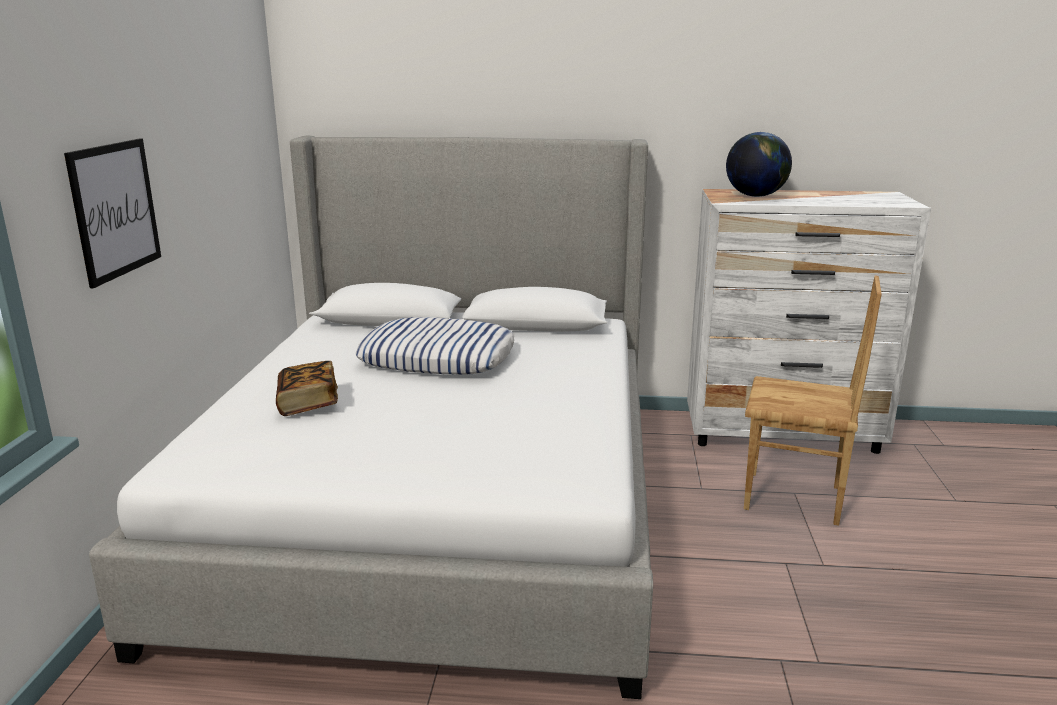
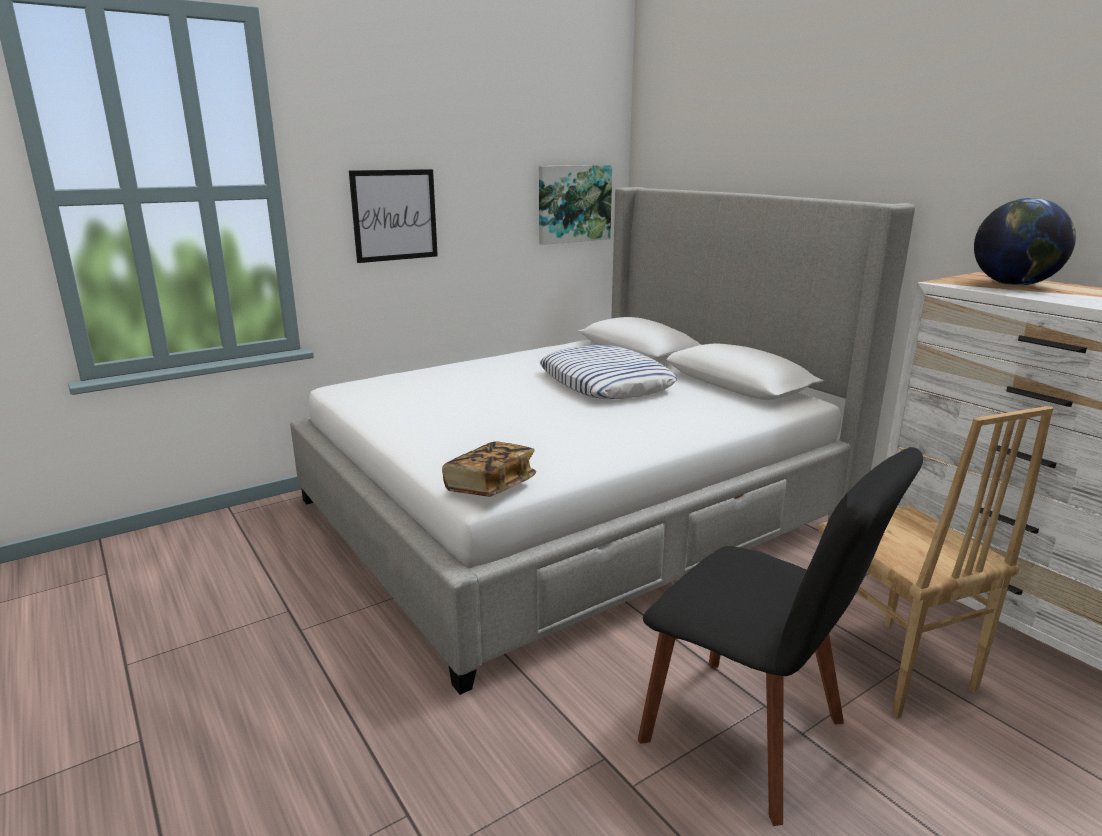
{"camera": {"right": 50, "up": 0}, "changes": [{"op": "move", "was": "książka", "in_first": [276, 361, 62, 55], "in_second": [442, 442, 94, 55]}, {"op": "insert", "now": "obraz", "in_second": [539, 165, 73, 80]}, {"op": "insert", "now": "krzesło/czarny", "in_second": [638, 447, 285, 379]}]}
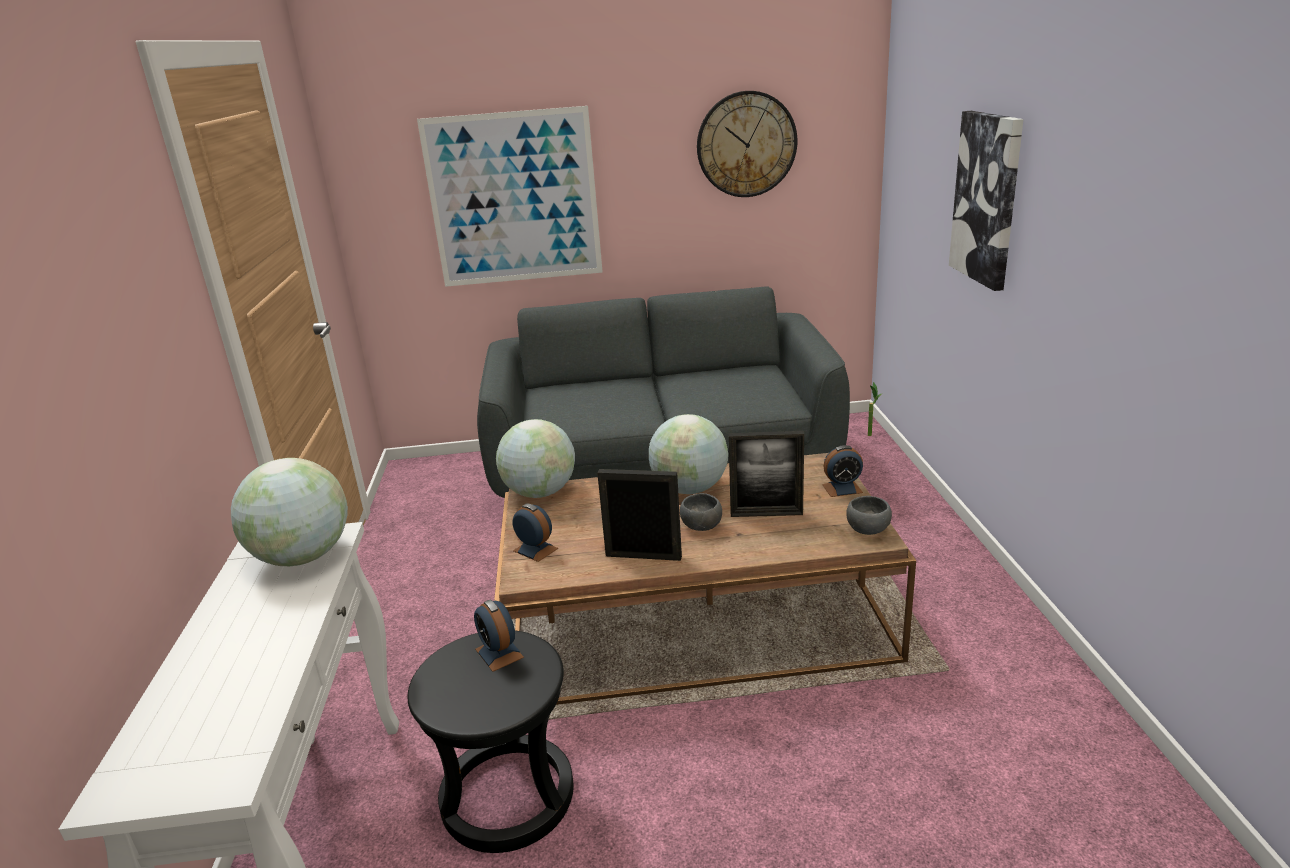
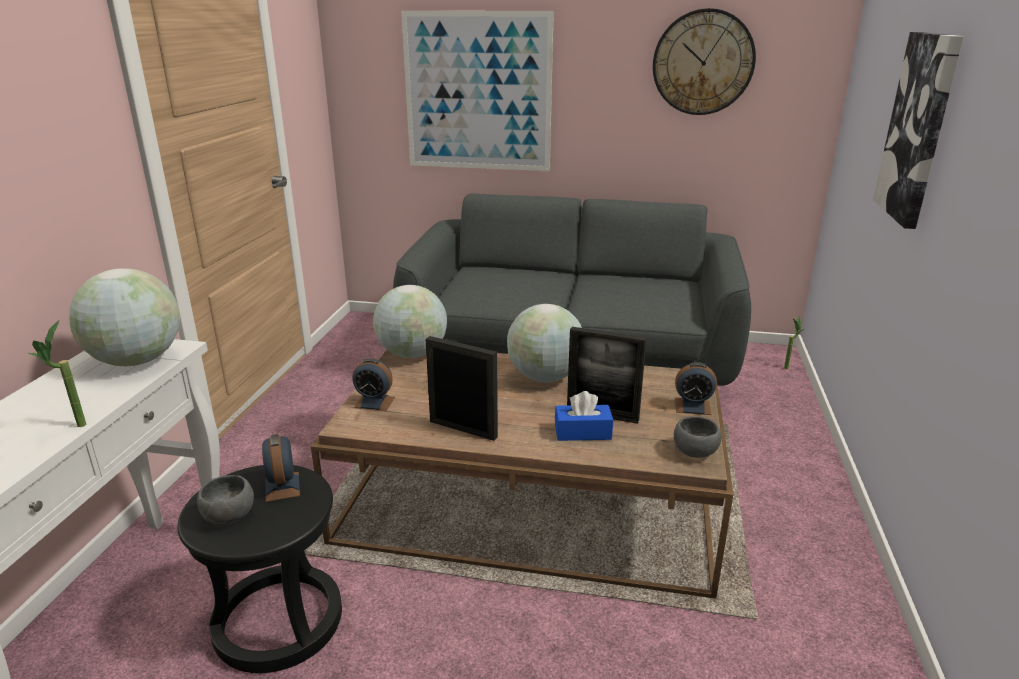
{"camera": {"right": 15, "up": 0}, "changes": [{"op": "rotate", "was": "budzik", "in_first": [512, 504, 46, 58], "in_second": [353, 358, 42, 53], "clockwise": 135}, {"op": "move", "was": "miska/szary", "in_first": [680, 493, 42, 38], "in_second": [197, 475, 57, 50]}, {"op": "insert", "now": "roślina doniczkowa", "in_second": [29, 320, 58, 107]}, {"op": "insert", "now": "pudełko chusteczek/niebieski", "in_second": [555, 391, 58, 50]}]}
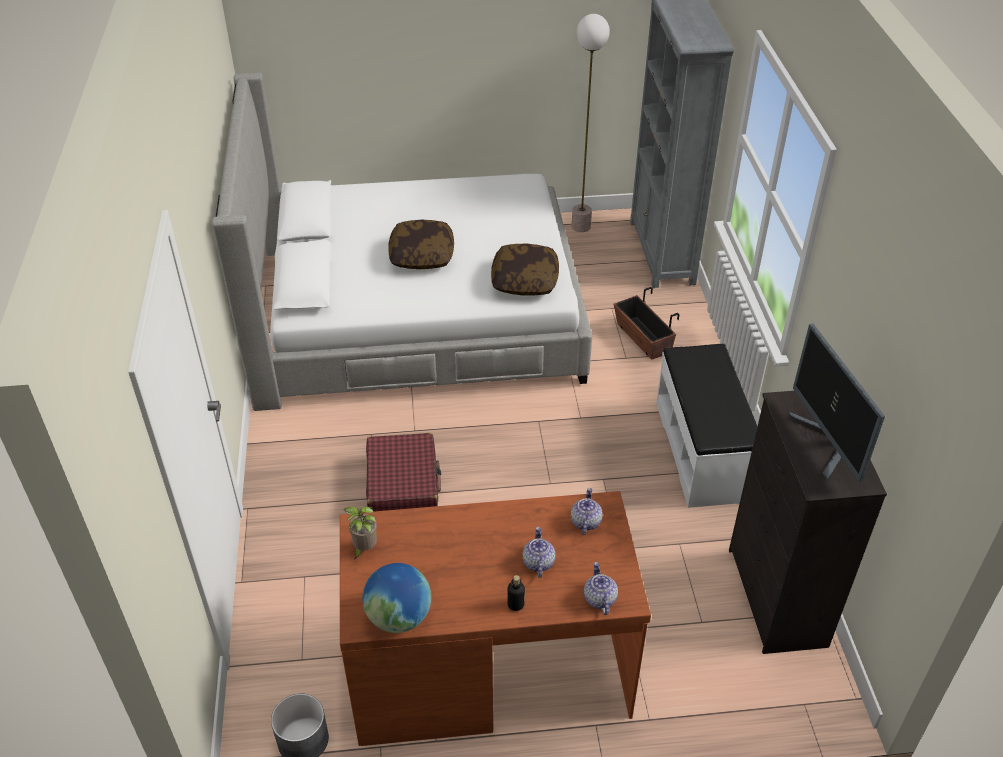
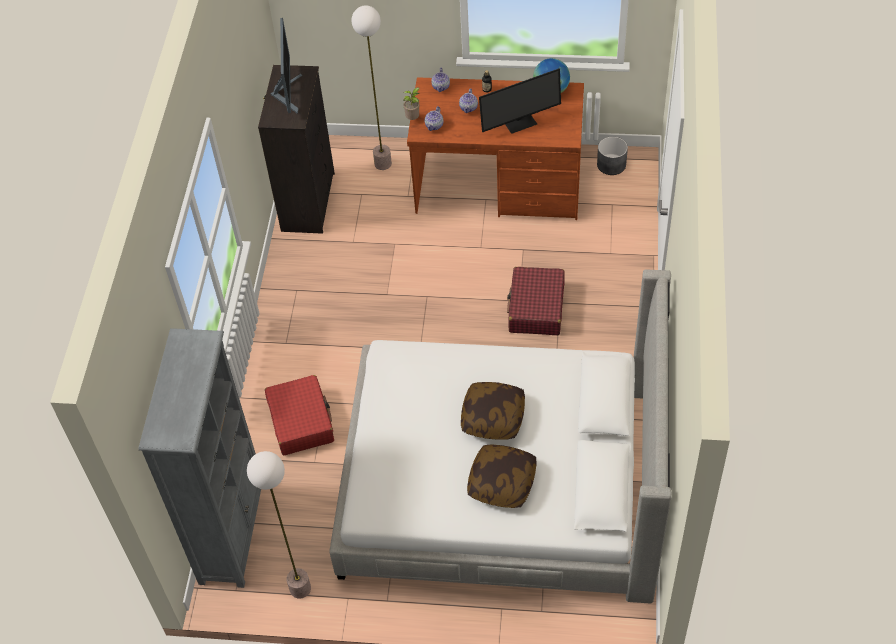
{"camera": {"right": -165, "up": 10}, "changes": [{"op": "move", "was": "roślina doniczkowa", "in_first": [343, 506, 34, 53], "in_second": [403, 87, 17, 33]}, {"op": "move", "was": "poduszka", "in_first": [491, 244, 68, 52], "in_second": [467, 444, 70, 64]}, {"op": "replace", "was": "donica", "now": "walizka/czerwony", "in_first": [613, 287, 66, 73], "in_second": [265, 375, 69, 80]}, {"op": "delete", "was": "ławka/biały", "in_first": [656, 344, 101, 164]}, {"op": "insert", "now": "lampa stojąca", "in_second": [352, 5, 40, 165]}, {"op": "insert", "now": "monitor", "in_second": [479, 68, 82, 66]}]}
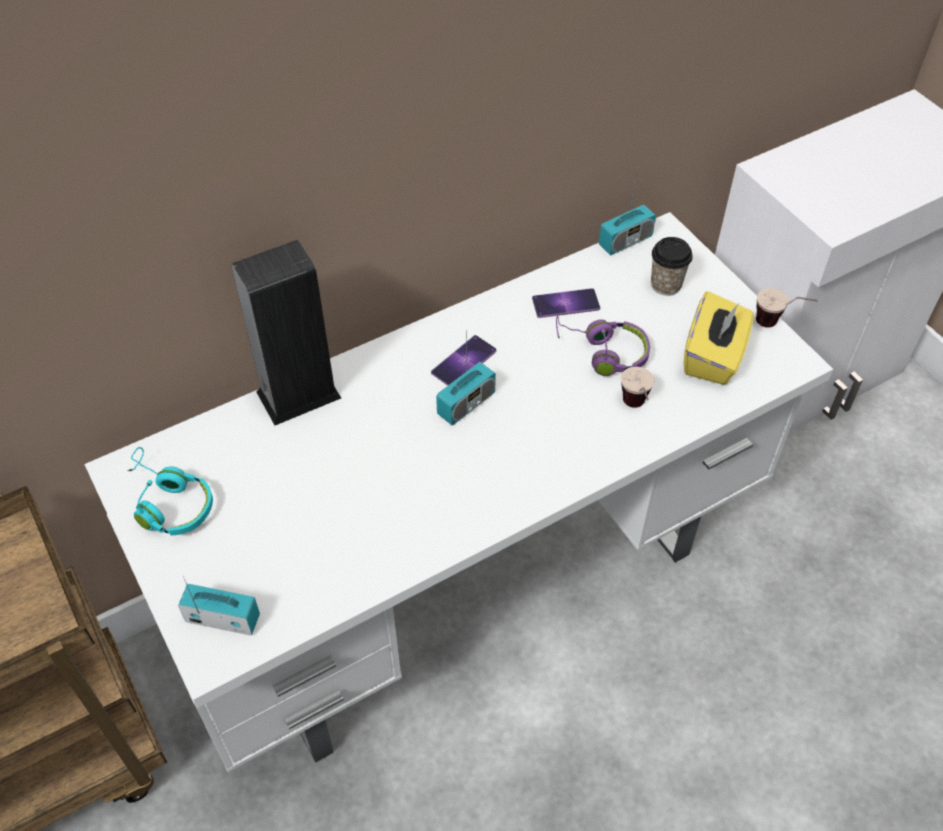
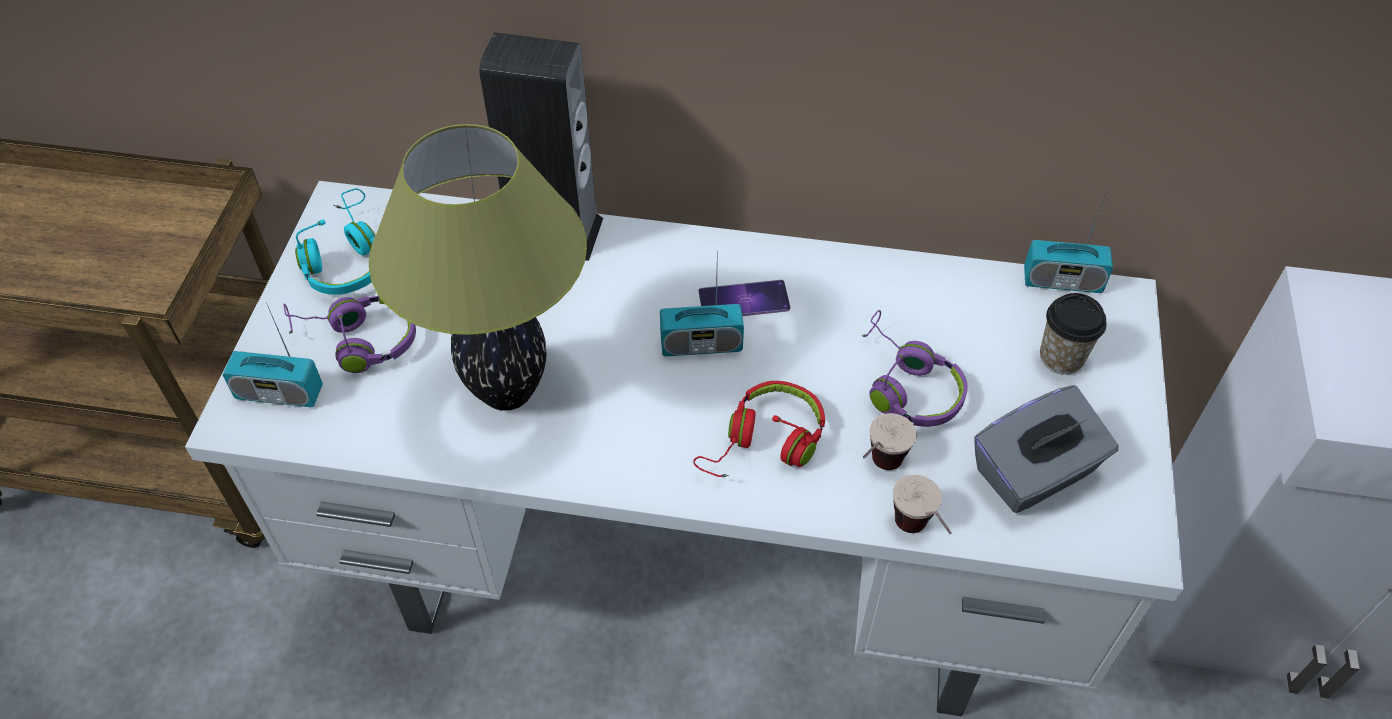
{"camera": {"right": 40, "up": 0}, "changes": [{"op": "rotate", "was": "radio", "in_first": [178, 576, 82, 59], "in_second": [222, 302, 101, 105], "clockwise": 135}, {"op": "delete", "was": "telefon", "in_first": [532, 288, 68, 30]}, {"op": "recolor", "was": "pudełko chusteczek/żółty", "now": "pudełko chusteczek/szary", "in_first": [684, 291, 69, 94], "in_second": [974, 385, 144, 128]}, {"op": "move", "was": "filiżanka", "in_first": [756, 288, 62, 40], "in_second": [893, 475, 59, 59]}, {"op": "insert", "now": "słuchawki/fioletowy", "in_second": [284, 295, 132, 78]}, {"op": "insert", "now": "lampa stołowa", "in_second": [369, 124, 218, 287]}, {"op": "insert", "now": "słuchawki/czerwony", "in_second": [693, 381, 132, 96]}]}
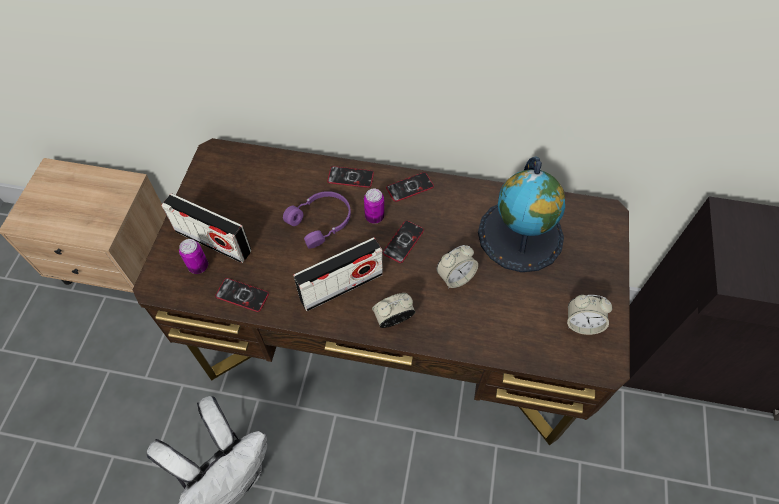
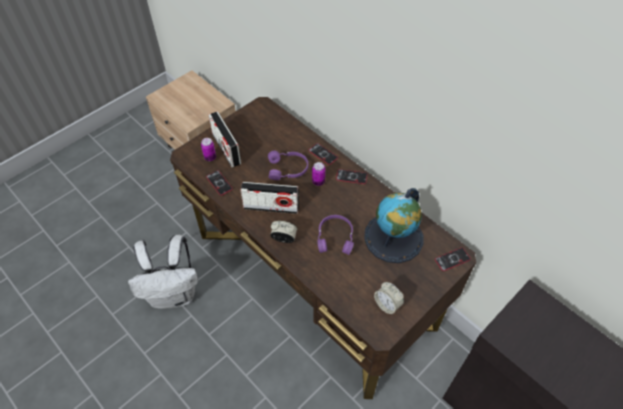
{"camera": {"right": 35, "up": -5}, "changes": [{"op": "move", "was": "telefon", "in_first": [383, 220, 41, 43], "in_second": [435, 247, 36, 24]}, {"op": "replace", "was": "budzik", "now": "słuchawki/fioletowy", "in_first": [437, 245, 41, 44], "in_second": [317, 215, 37, 40]}]}
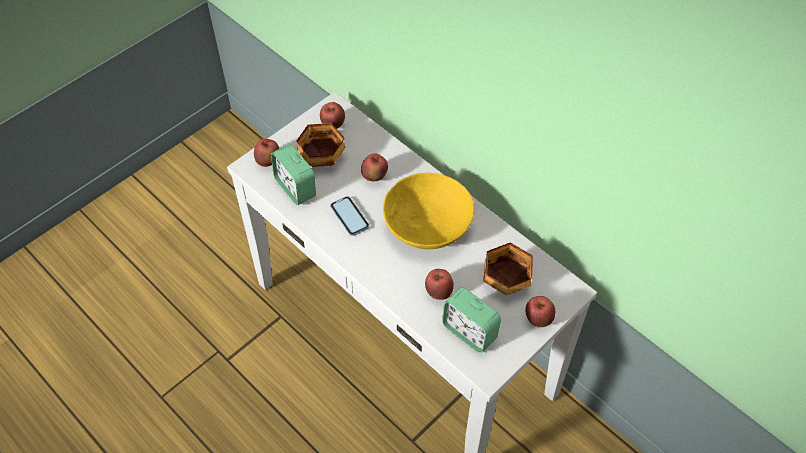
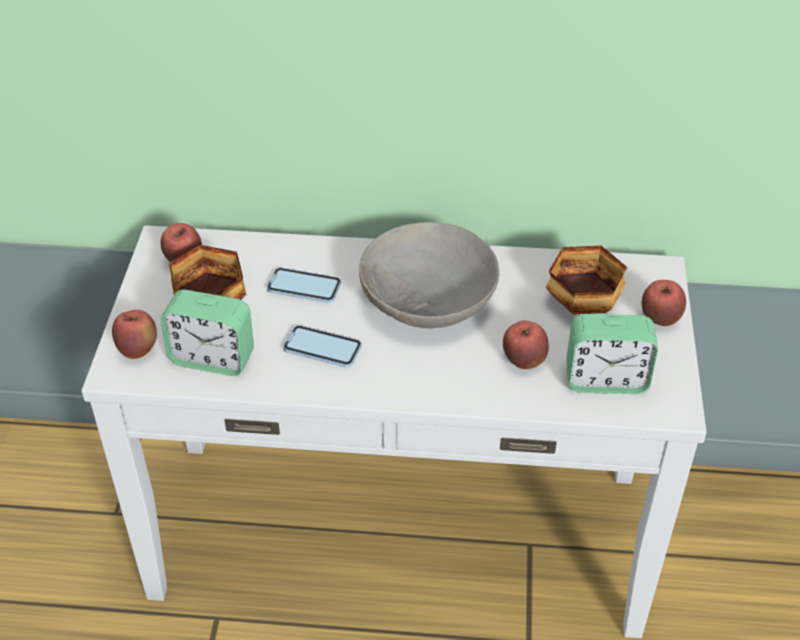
{"camera": {"right": -40, "up": -10}, "changes": [{"op": "replace", "was": "jabłko", "now": "telefon", "in_first": [361, 154, 27, 27], "in_second": [267, 267, 74, 36]}, {"op": "recolor", "was": "miska/żółty", "now": "miska/szary", "in_first": [383, 173, 91, 76], "in_second": [359, 222, 140, 106]}]}
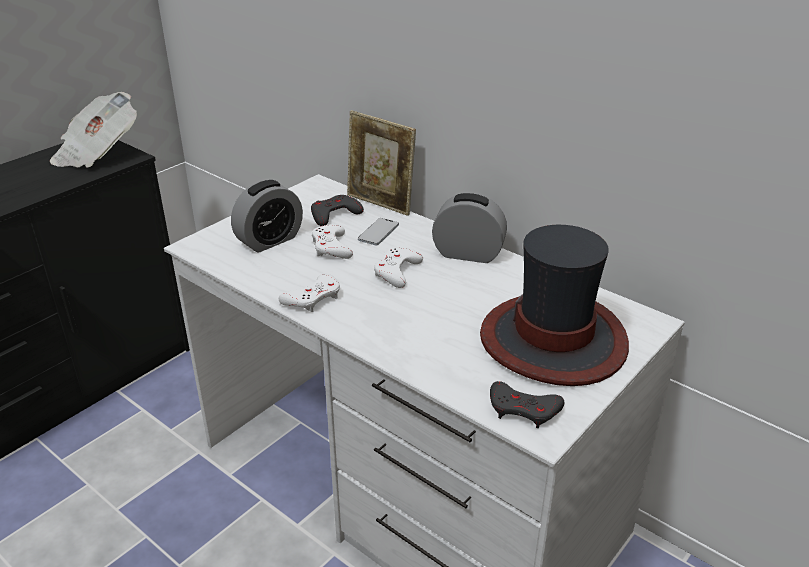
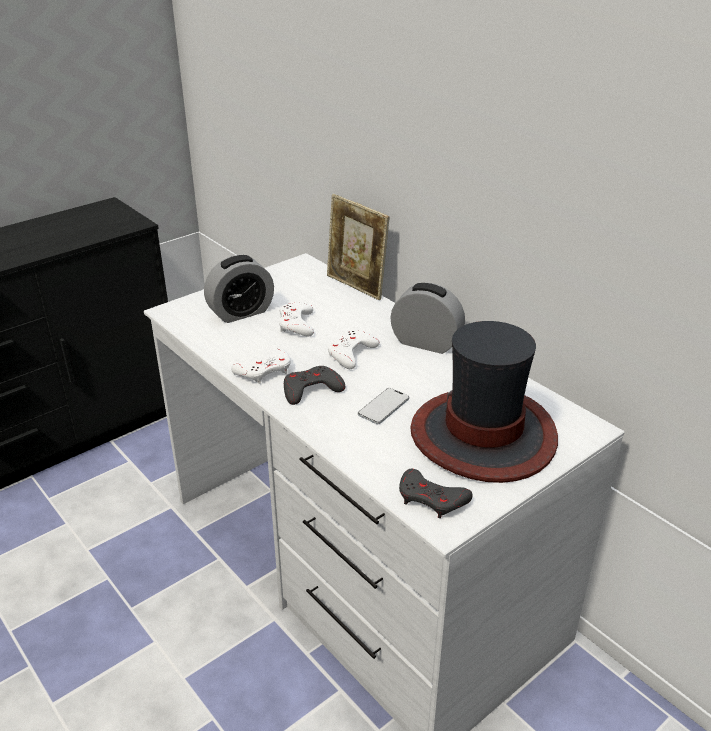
{"camera": {"right": 10, "up": 0}, "changes": [{"op": "delete", "was": "gazeta", "in_first": [50, 92, 87, 76]}, {"op": "move", "was": "pad do gier/szary", "in_first": [311, 195, 53, 31], "in_second": [284, 366, 61, 39]}, {"op": "move", "was": "telefon", "in_first": [358, 218, 41, 27], "in_second": [358, 388, 51, 36]}]}
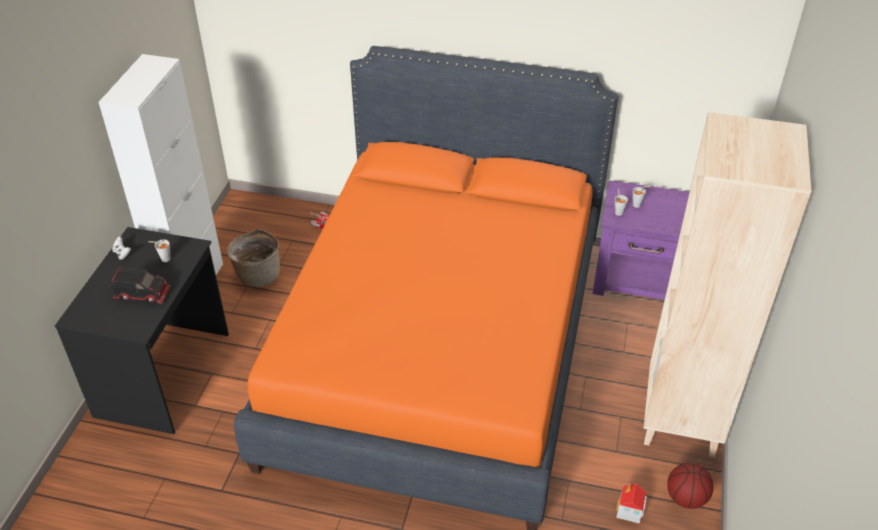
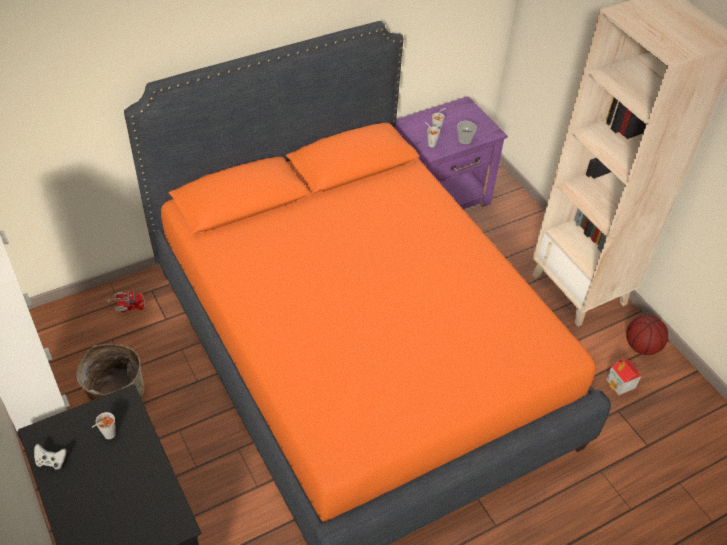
{"camera": {"right": -45, "up": 5}, "changes": [{"op": "delete", "was": "ciężarówka zabawkowa", "in_first": [112, 267, 59, 37]}, {"op": "insert", "now": "filiżanka", "in_second": [457, 121, 20, 23]}]}
